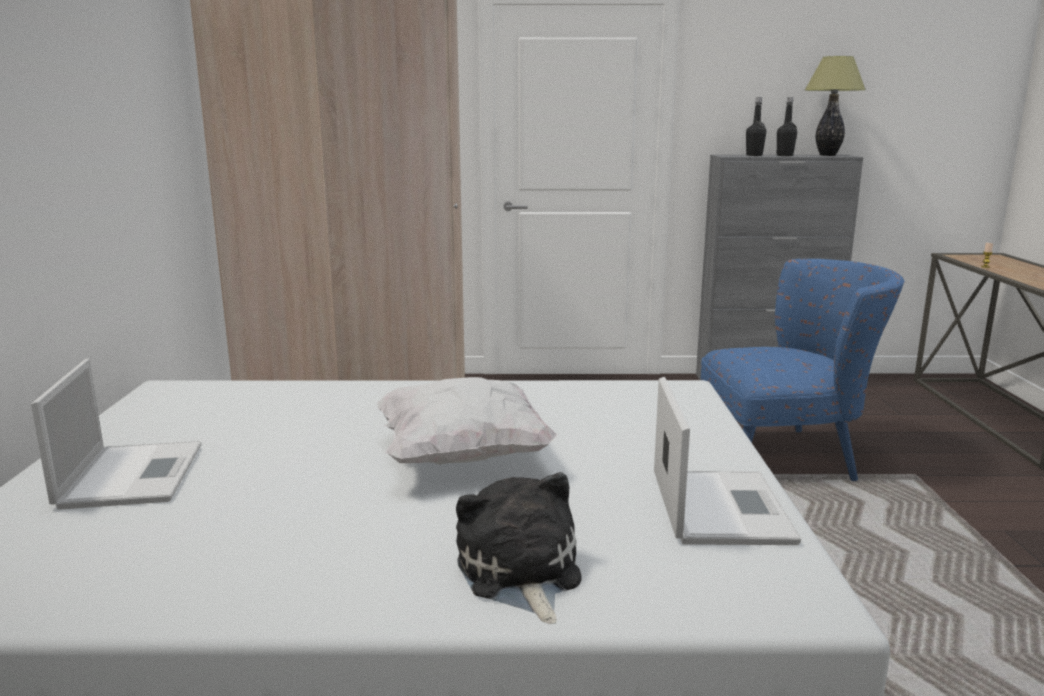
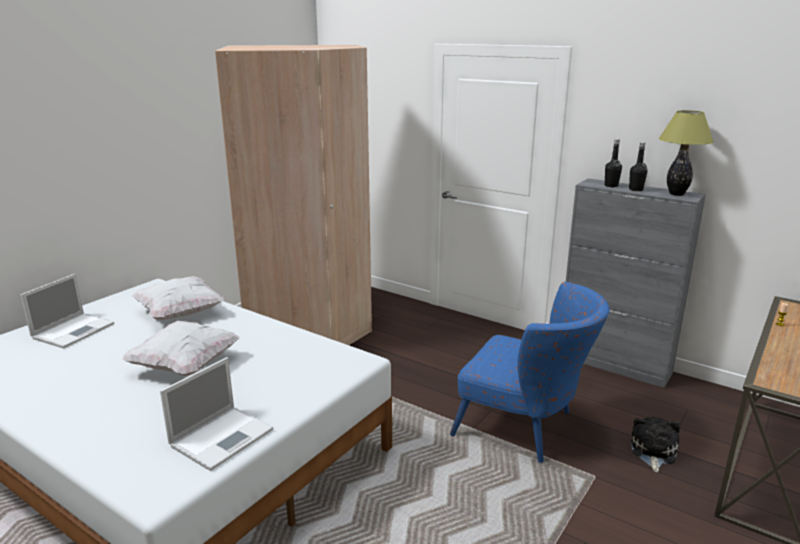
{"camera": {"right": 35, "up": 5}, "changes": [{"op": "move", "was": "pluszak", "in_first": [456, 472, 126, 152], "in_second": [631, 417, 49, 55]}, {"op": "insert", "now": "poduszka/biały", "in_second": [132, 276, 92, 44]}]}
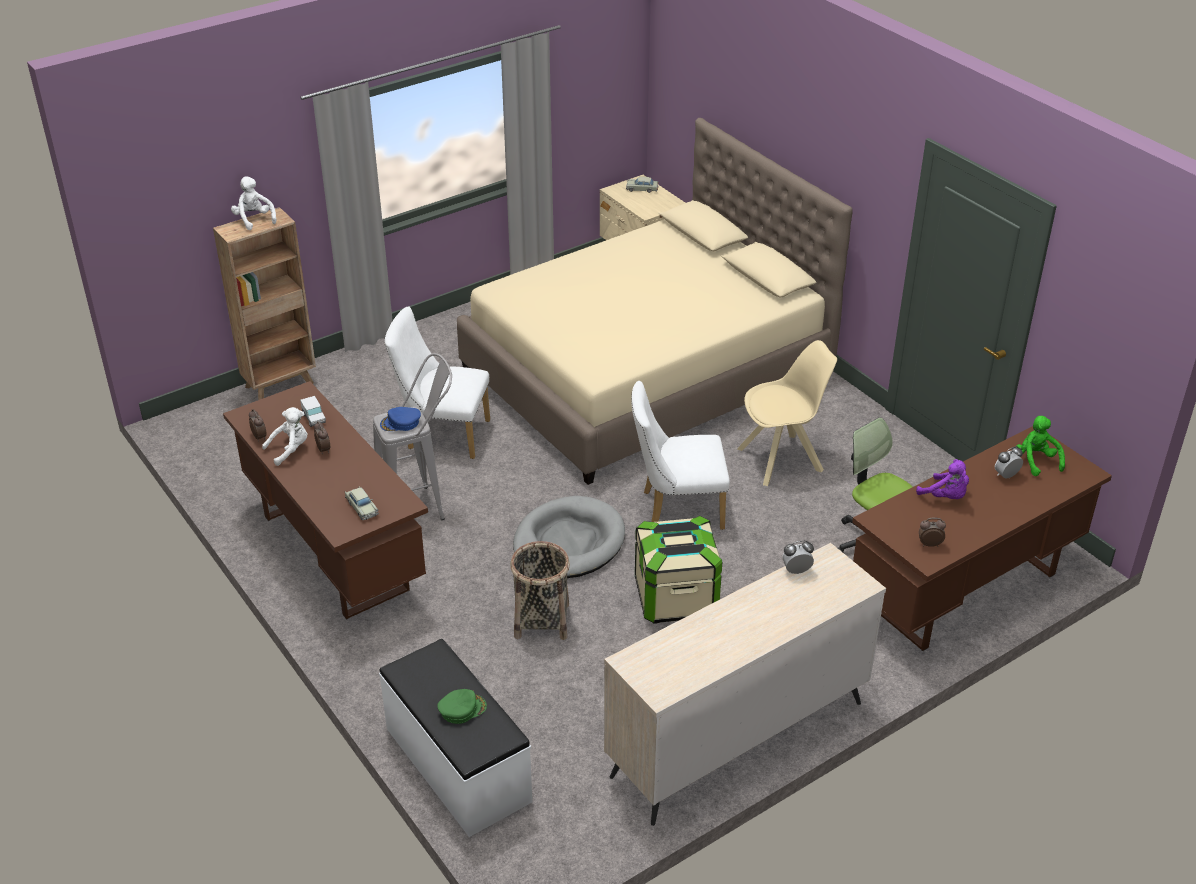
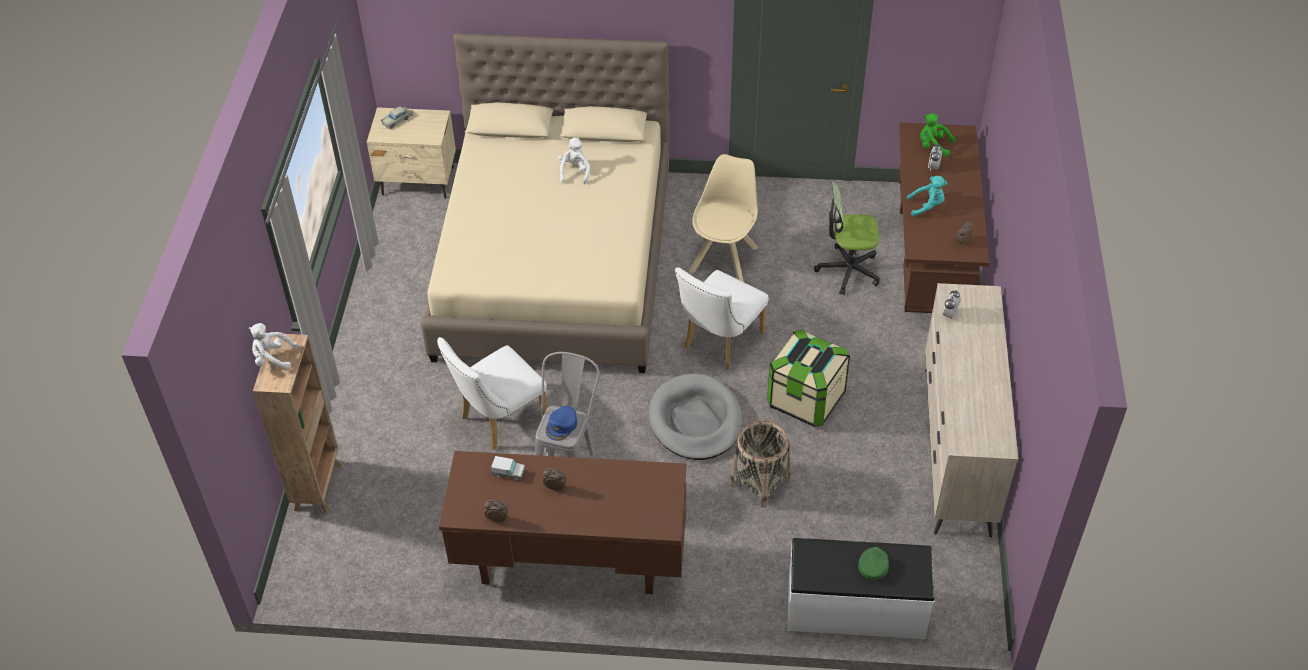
{"camera": {"right": -50, "up": 10}, "changes": [{"op": "move", "was": "pluszak/biały", "in_first": [262, 407, 45, 59], "in_second": [558, 137, 32, 47]}, {"op": "delete", "was": "samochodzik/beżowy", "in_first": [345, 486, 34, 34]}, {"op": "recolor", "was": "pluszak/fioletowy", "now": "pluszak/turkusowy", "in_first": [916, 459, 53, 40], "in_second": [907, 176, 40, 41]}]}
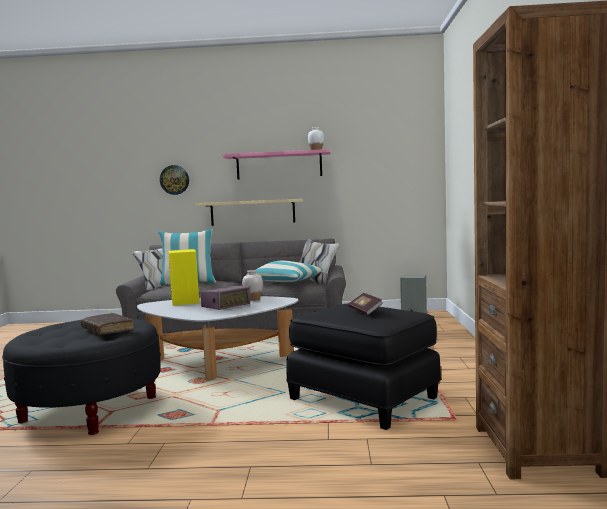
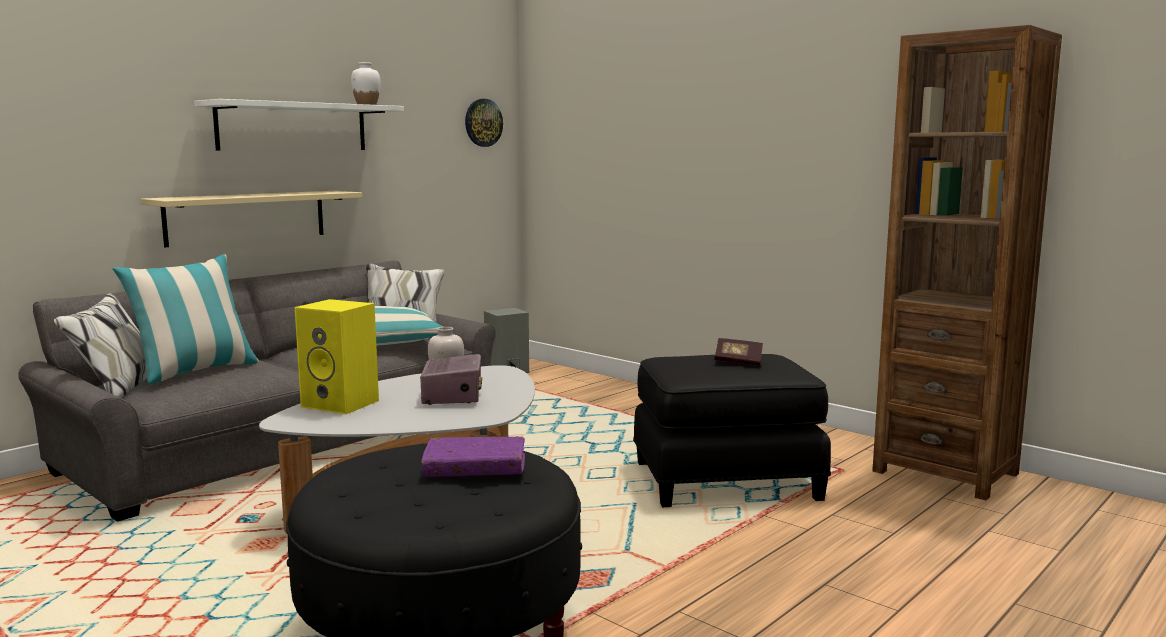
{"camera": {"right": -50, "up": 5}, "changes": [{"op": "recolor", "was": "książka/brązowy", "now": "książka/fioletowy", "in_first": [81, 313, 53, 22], "in_second": [421, 436, 104, 41]}, {"op": "move", "was": "zegar ścienny", "in_first": [160, 165, 29, 30], "in_second": [465, 99, 38, 48]}, {"op": "recolor", "was": "półka/różowy", "now": "półka/biały", "in_first": [222, 149, 109, 31], "in_second": [194, 99, 210, 52]}]}
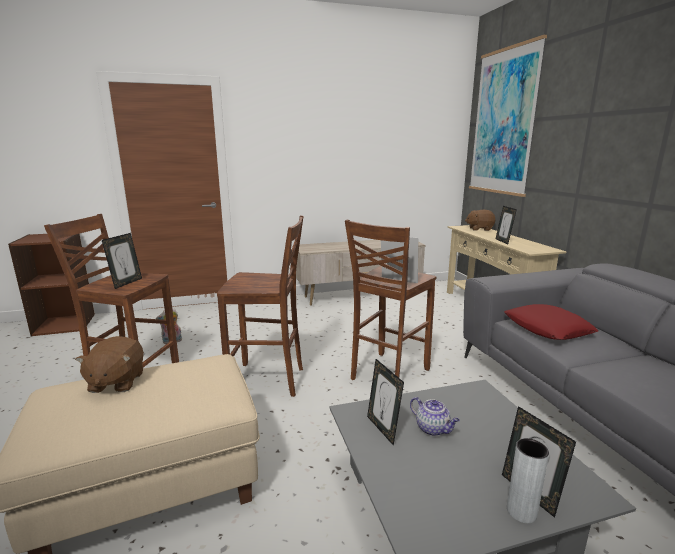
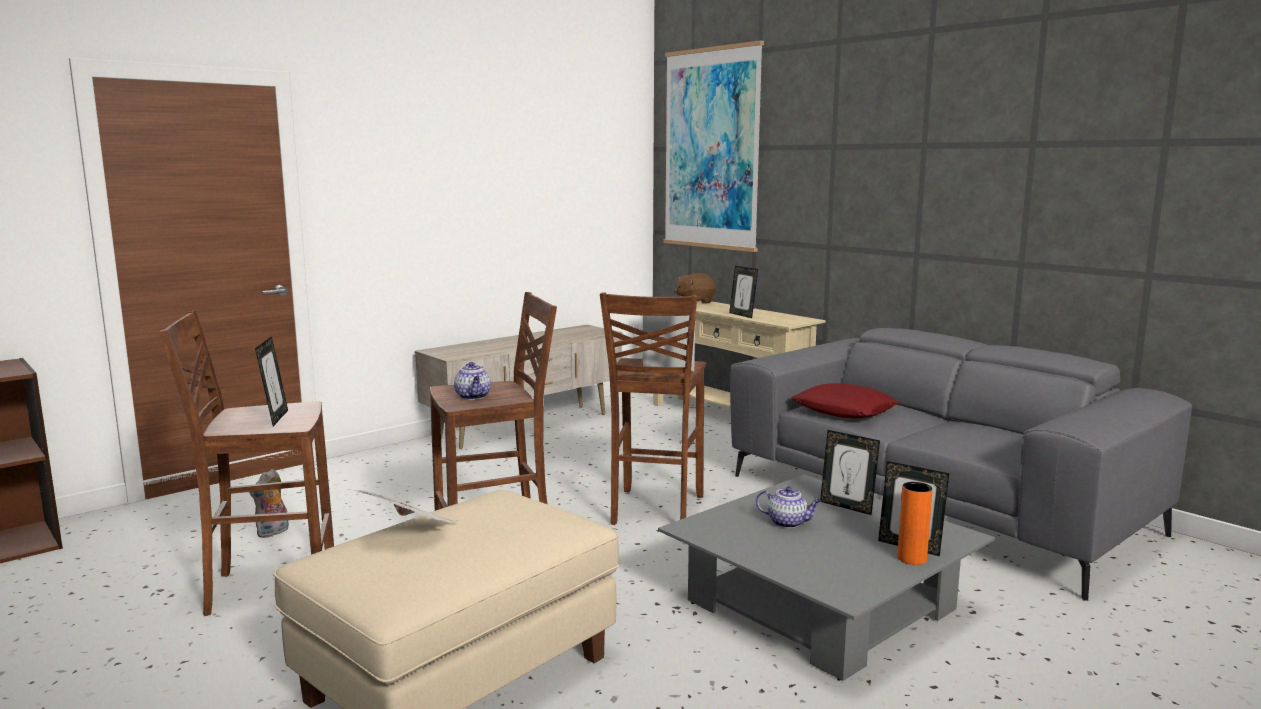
{"camera": {"right": -25, "up": -5}, "changes": [{"op": "replace", "was": "pluszak/brązowy", "now": "gazeta", "in_first": [75, 336, 69, 57], "in_second": [355, 490, 104, 32]}, {"op": "move", "was": "ramka na zdjęcie", "in_first": [367, 359, 37, 87], "in_second": [820, 430, 60, 85]}, {"op": "recolor", "was": "wazon/szary", "now": "wazon/pomarańczowy", "in_first": [507, 438, 42, 85], "in_second": [898, 482, 35, 83]}, {"op": "insert", "now": "imbryk", "in_second": [454, 362, 37, 38]}]}
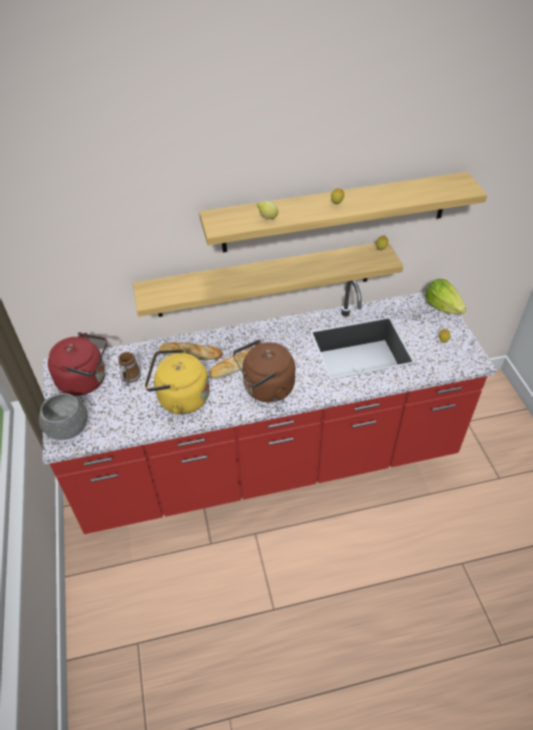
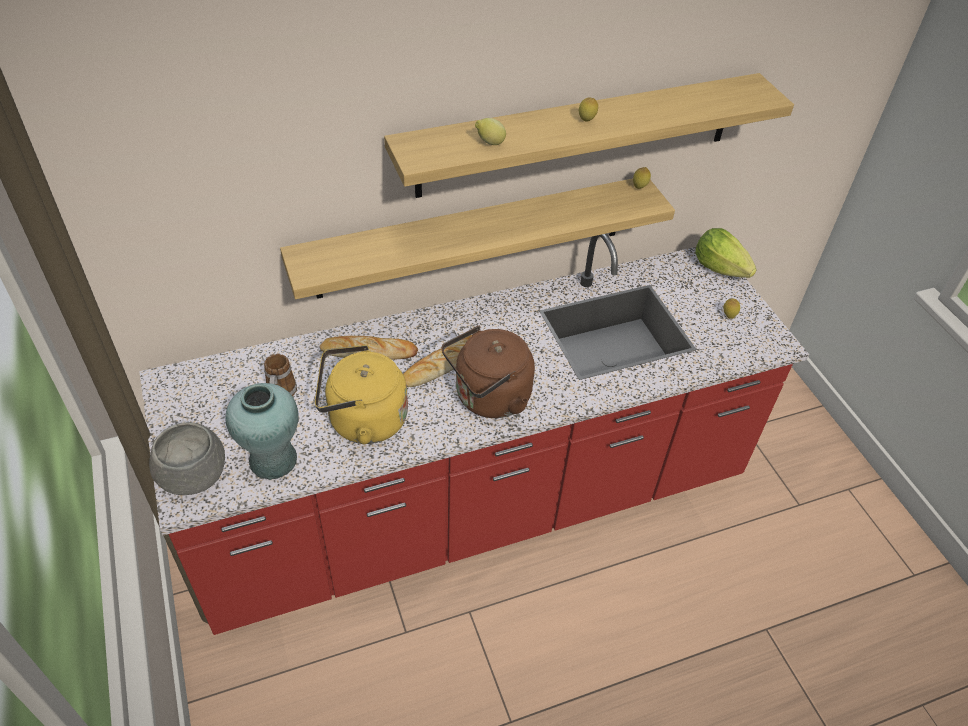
{"camera": {"right": -10, "up": 0}, "changes": [{"op": "delete", "was": "czajnik/czerwony", "in_first": [48, 332, 59, 64]}, {"op": "insert", "now": "wazon/turkusowy", "in_second": [225, 383, 73, 97]}]}
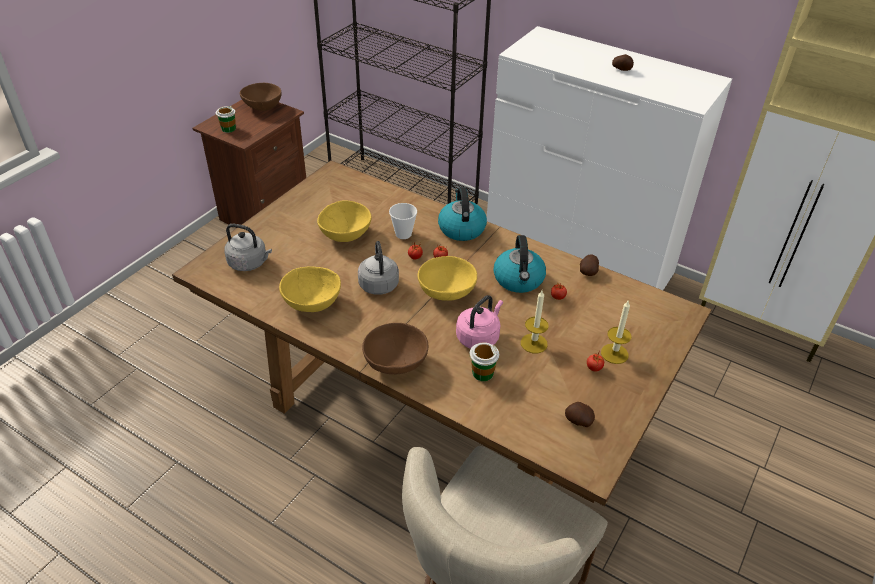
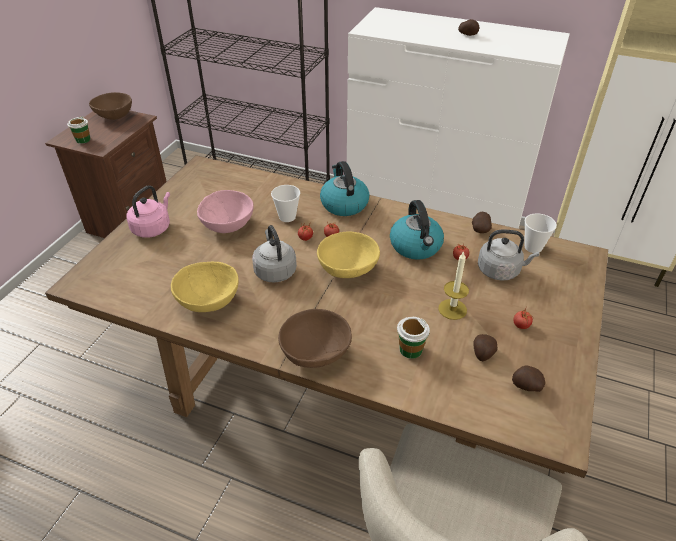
{"camera": {"right": -10, "up": 0}, "changes": [{"op": "move", "was": "czajnik/szary", "in_first": [224, 224, 48, 47], "in_second": [478, 230, 61, 51]}, {"op": "recolor", "was": "miska/żółty", "now": "miska/różowy", "in_first": [317, 200, 55, 42], "in_second": [197, 190, 57, 43]}, {"op": "move", "was": "czajnik/różowy", "in_first": [456, 295, 47, 54], "in_second": [126, 185, 44, 53]}, {"op": "delete", "was": "świeca", "in_first": [601, 301, 30, 63]}, {"op": "insert", "now": "ziemniak", "in_second": [473, 334, 24, 27]}, {"op": "insert", "now": "filiżanka", "in_second": [525, 213, 32, 40]}]}
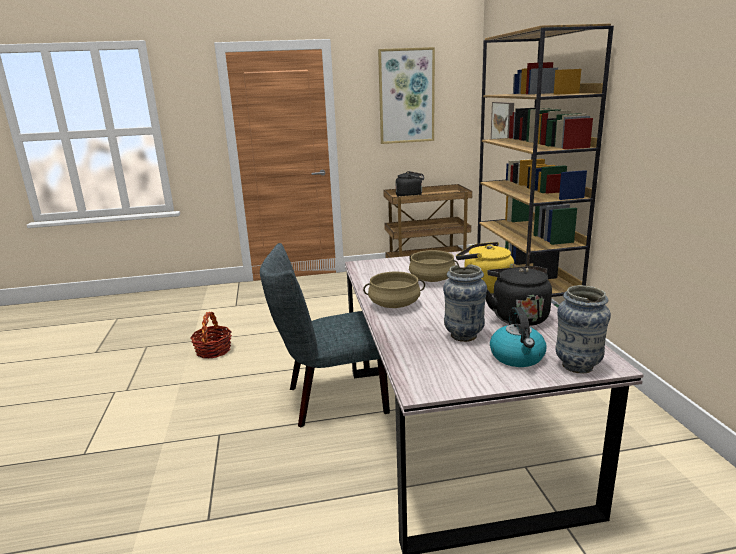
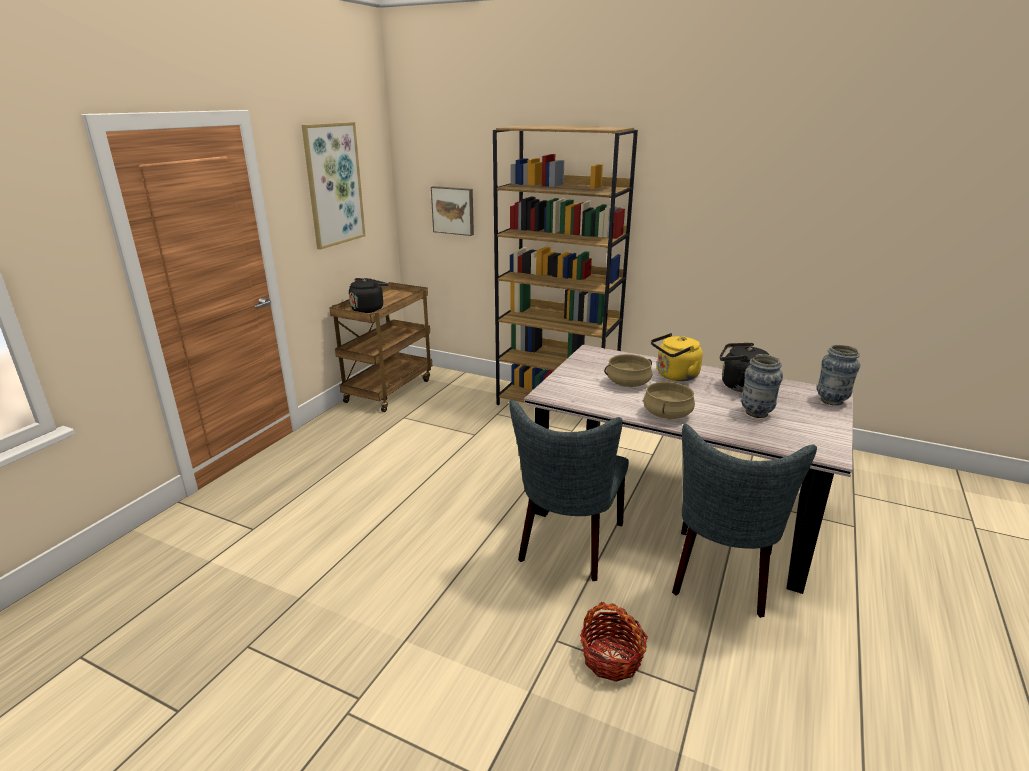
{"camera": {"right": -55, "up": 5}, "changes": [{"op": "move", "was": "koszyk", "in_first": [190, 312, 42, 46], "in_second": [580, 602, 68, 80]}, {"op": "delete", "was": "czajnik", "in_first": [490, 307, 57, 60]}, {"op": "insert", "now": "krzesło/szary", "in_second": [672, 424, 145, 194]}]}
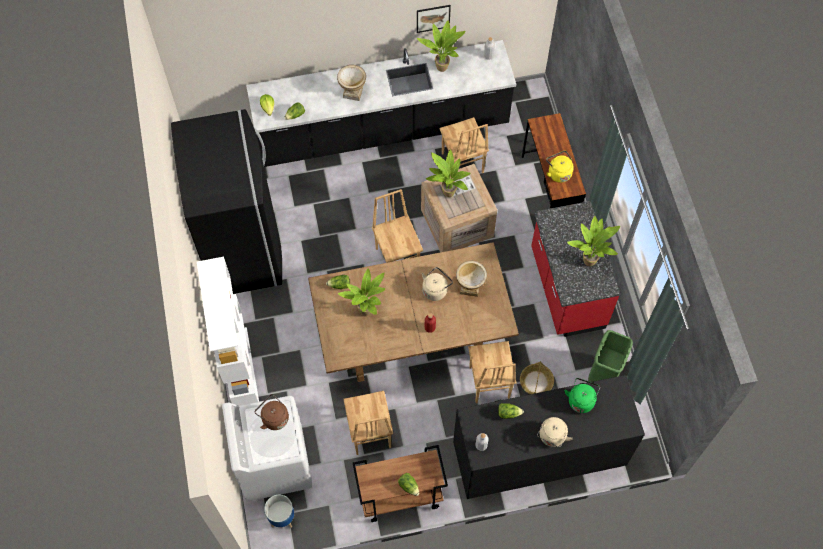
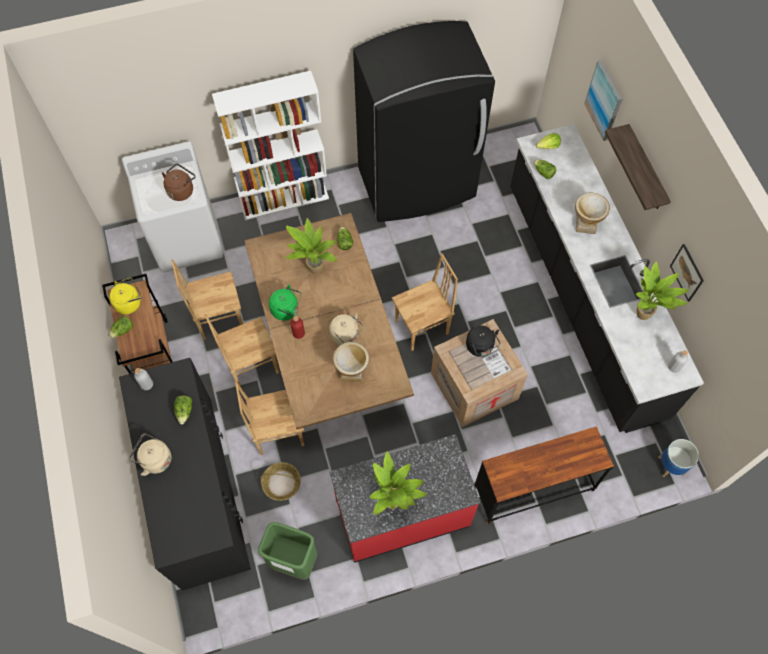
{"camera": {"right": 85, "up": 0}, "changes": [{"op": "move", "was": "donica", "in_first": [264, 495, 30, 33], "in_second": [658, 439, 41, 38]}, {"op": "replace", "was": "roślina doniczkowa", "now": "czajnik/czarny", "in_first": [426, 149, 44, 48], "in_second": [466, 325, 34, 32]}, {"op": "move", "was": "krzesło/brązowy", "in_first": [439, 117, 50, 56], "in_second": [205, 314, 74, 73]}, {"op": "move", "was": "czajnik/żółty", "in_first": [546, 151, 28, 32], "in_second": [109, 277, 33, 37]}, {"op": "move", "was": "czajnik/zielony", "in_first": [564, 378, 36, 35], "in_second": [269, 284, 32, 37]}, {"op": "insert", "now": "obraz", "in_second": [584, 60, 38, 81]}, {"op": "insert", "now": "półka", "in_second": [605, 124, 66, 86]}]}
